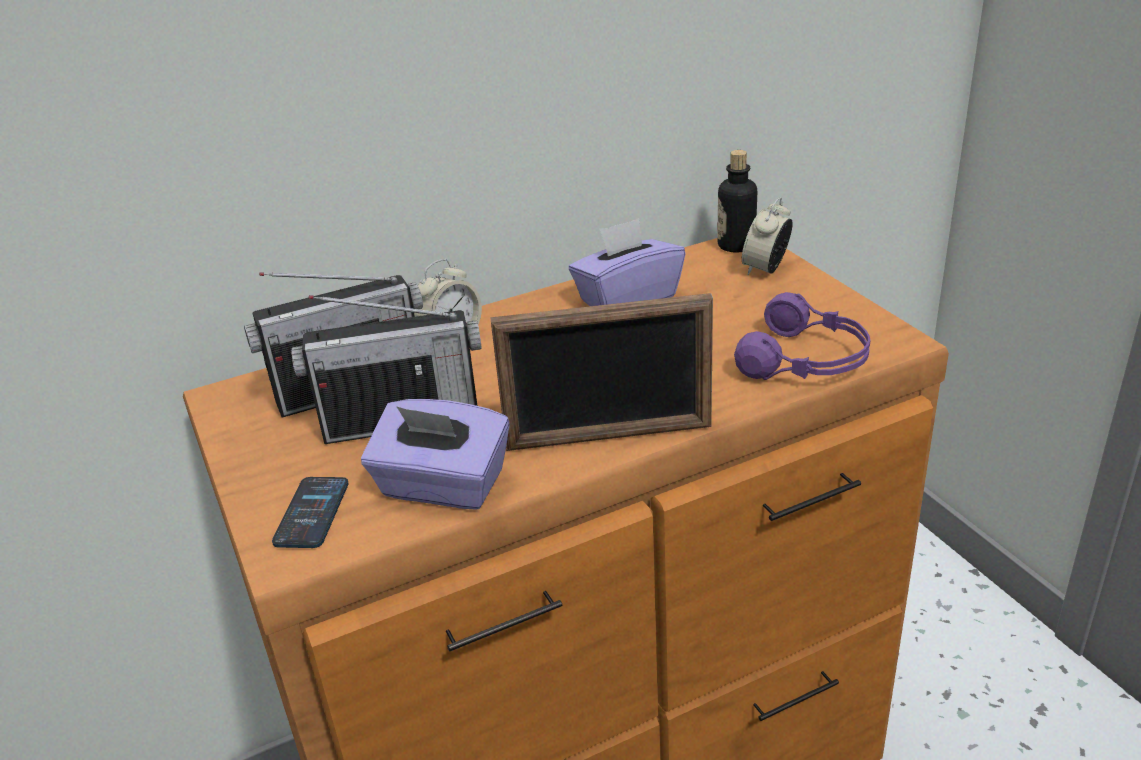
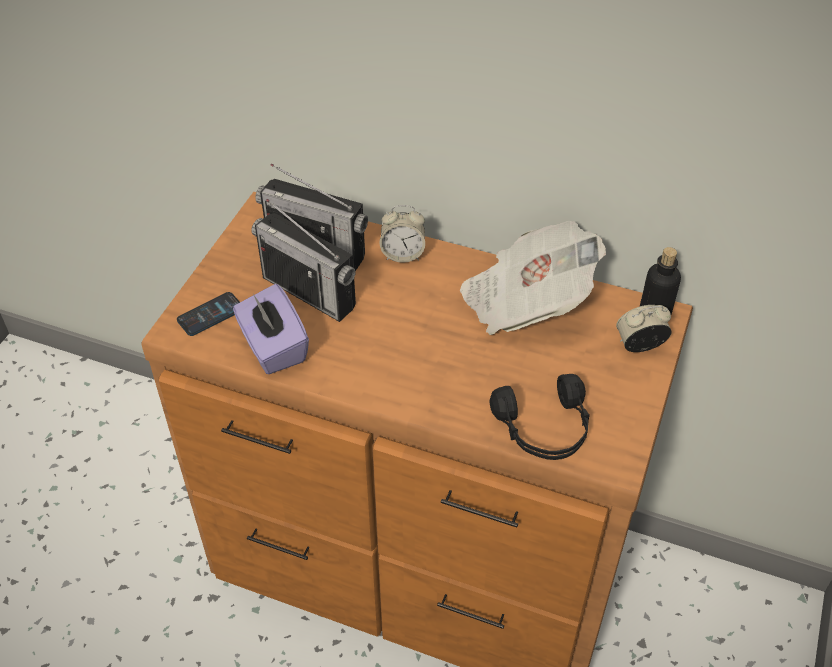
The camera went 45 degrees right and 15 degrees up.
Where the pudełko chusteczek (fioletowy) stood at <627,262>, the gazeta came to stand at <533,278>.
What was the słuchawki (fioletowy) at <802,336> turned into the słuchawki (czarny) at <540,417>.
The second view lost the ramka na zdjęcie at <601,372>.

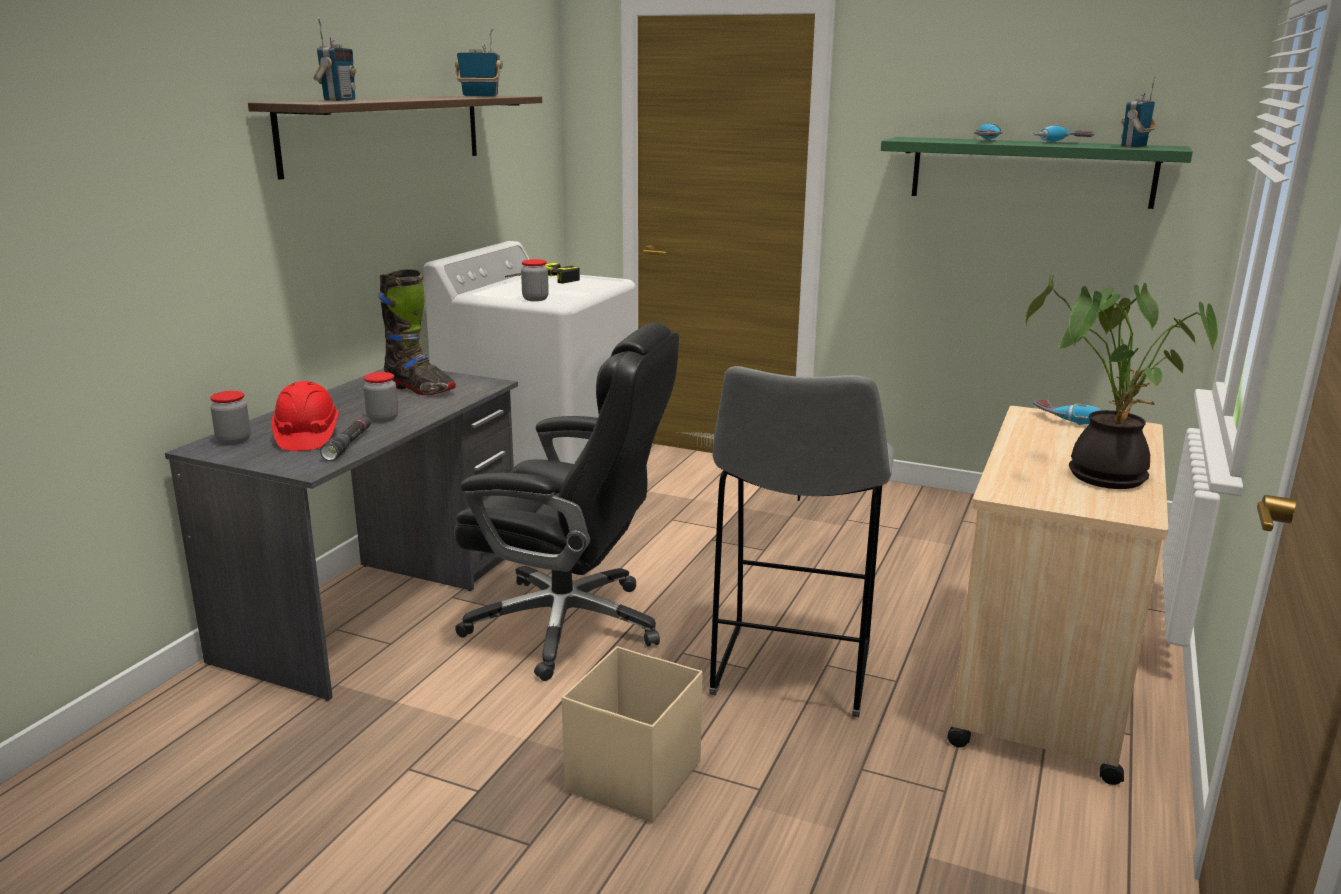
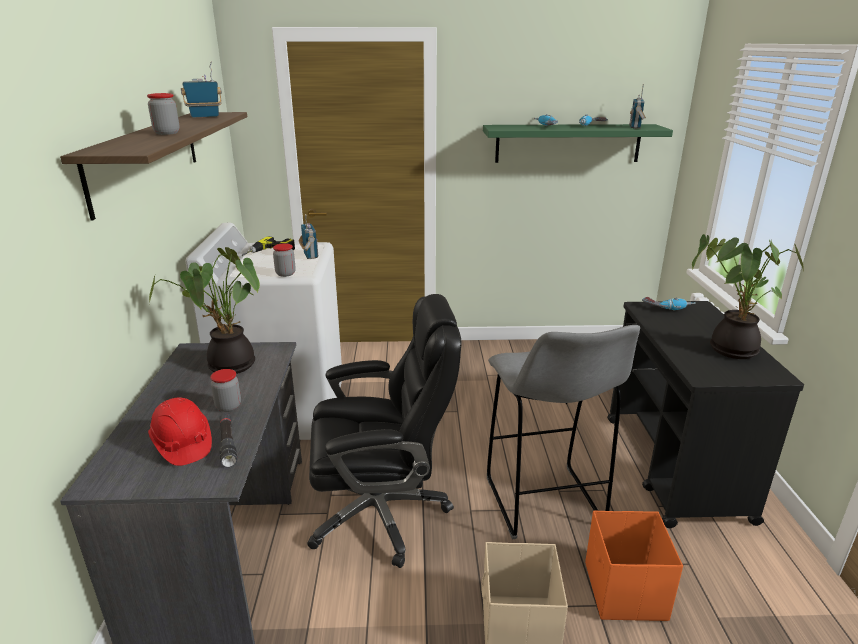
The camera went 25 degrees left and 5 degrees up.
The słoik ended up elsewhere, having gone from <230,418> to <163,114>.
Where the but z cholewką (czarny) stood at <417,332>, the roślina doniczkowa came to stand at <204,310>.
The radio ended up elsewhere, having gone from <335,59> to <308,236>.
The second view gained the pojemnik do przechowywania (pomarańczowy) at <634,566>.
What was the wózek (beżowy) at <1057,595> turned into the wózek (czarny) at <705,414>.

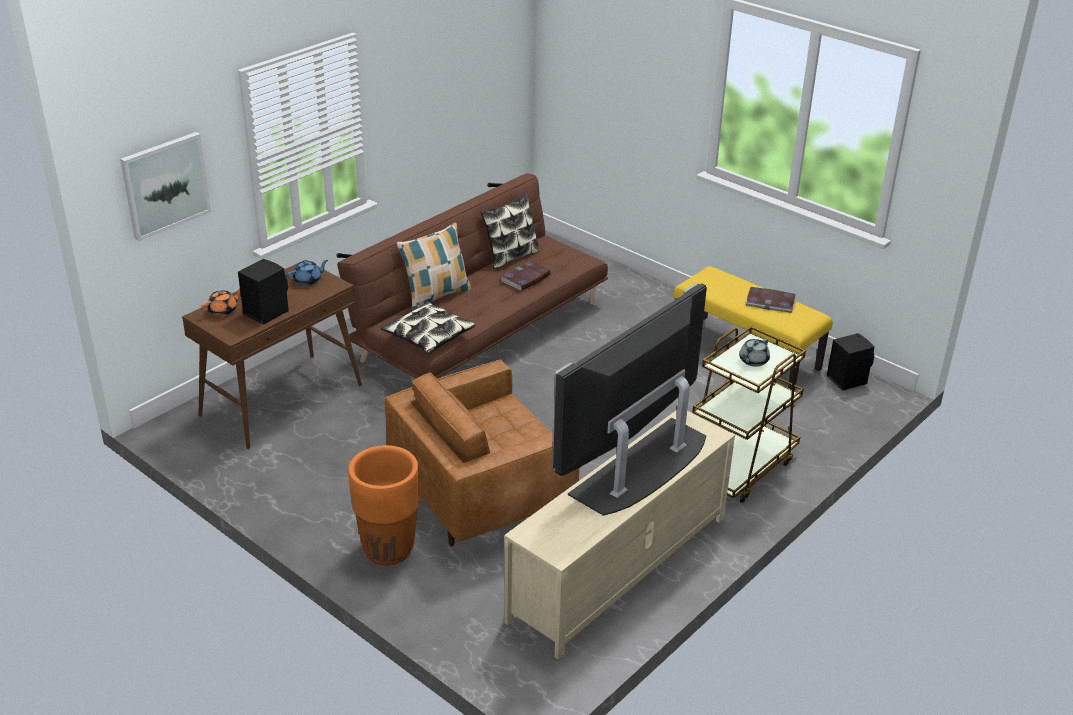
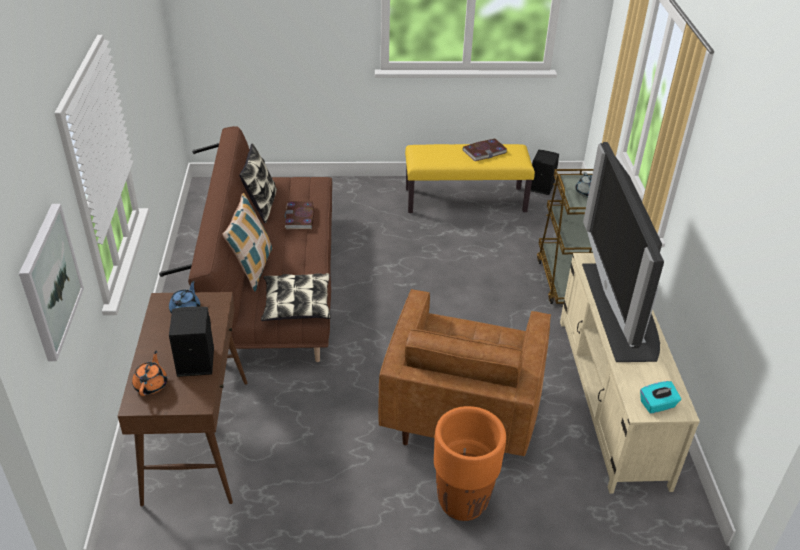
The camera went 45 degrees left and 5 degrees up.
The second view gained the pudełko chusteczek (turkusowy) at <660,397>.

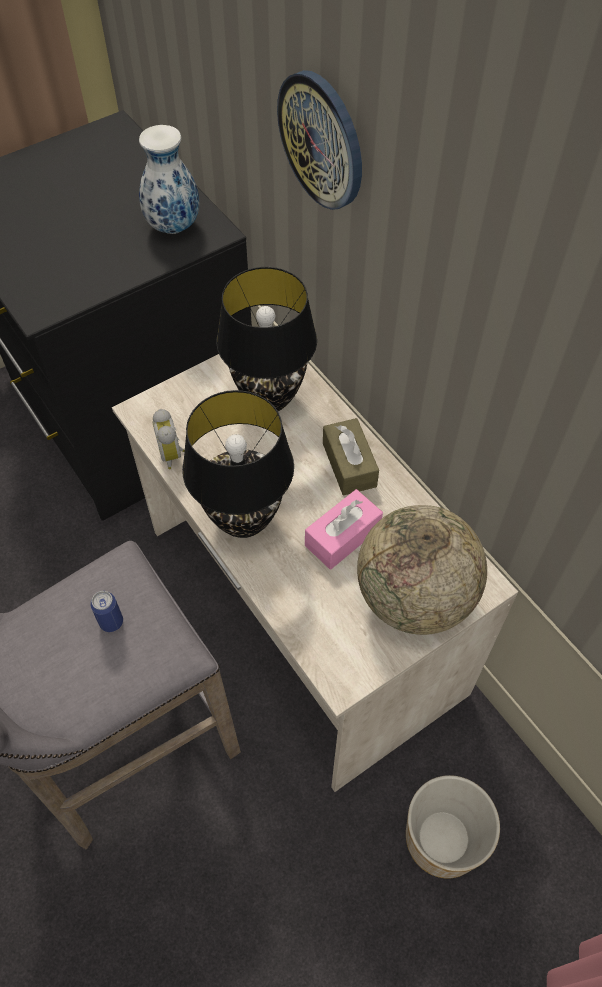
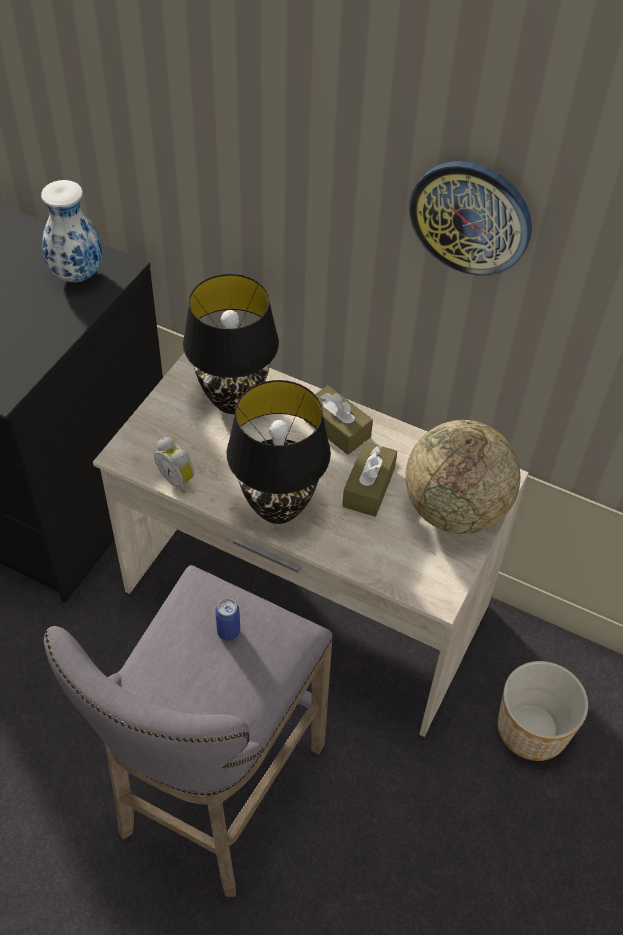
The camera went 30 degrees left and 5 degrees down.
What was the pudełko chusteczek (różowy) at <344,529> turned into the pudełko chusteczek (brązowy) at <369,479>.
The zegar ścienny ended up elsewhere, having gone from <319,140> to <470,218>.

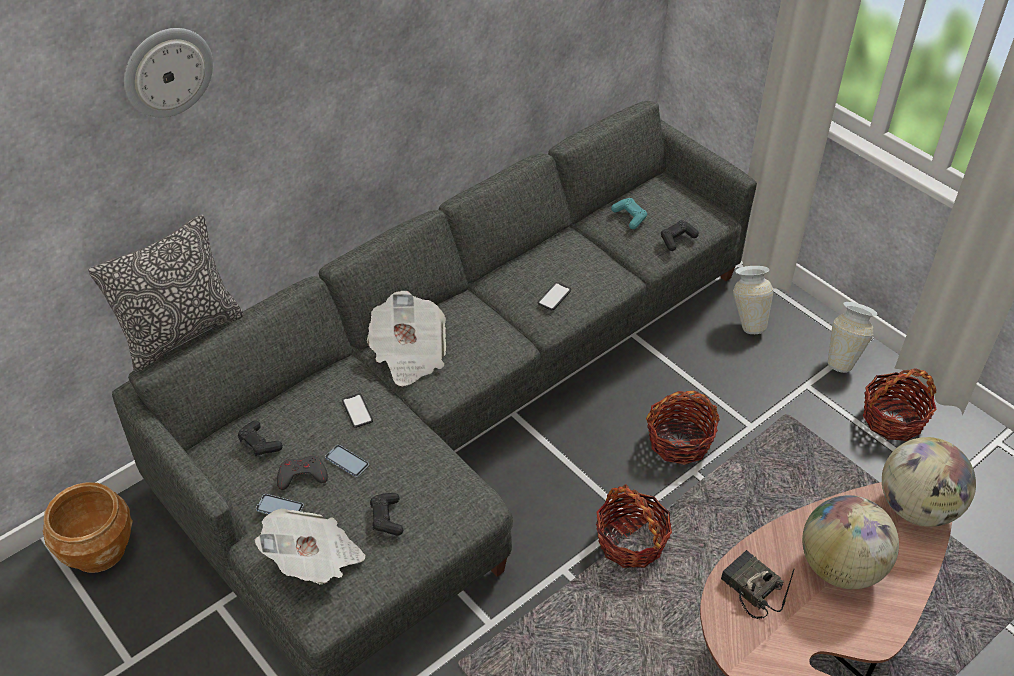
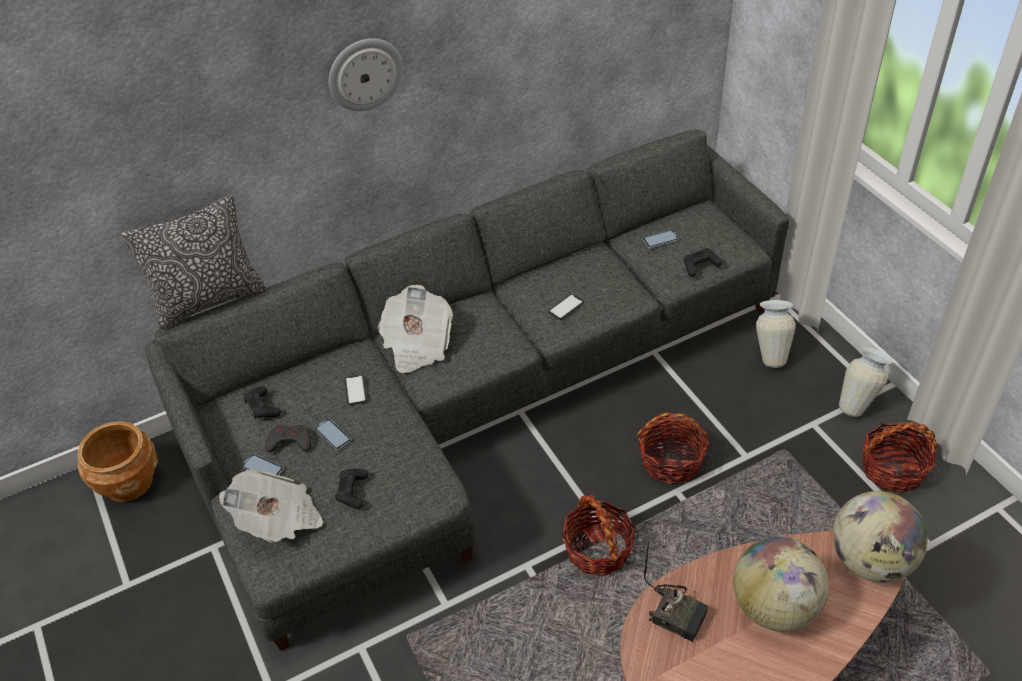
The camera went 15 degrees right and 0 degrees up.
The zegar ścienny ended up elsewhere, having gone from <168,73> to <366,74>.
Where the pad do gier (turkusowy) stood at <629,213>, the telefon came to stand at <661,239>.
The radio at <757,584> ended up facing another way, 150 degrees clockwise from before.

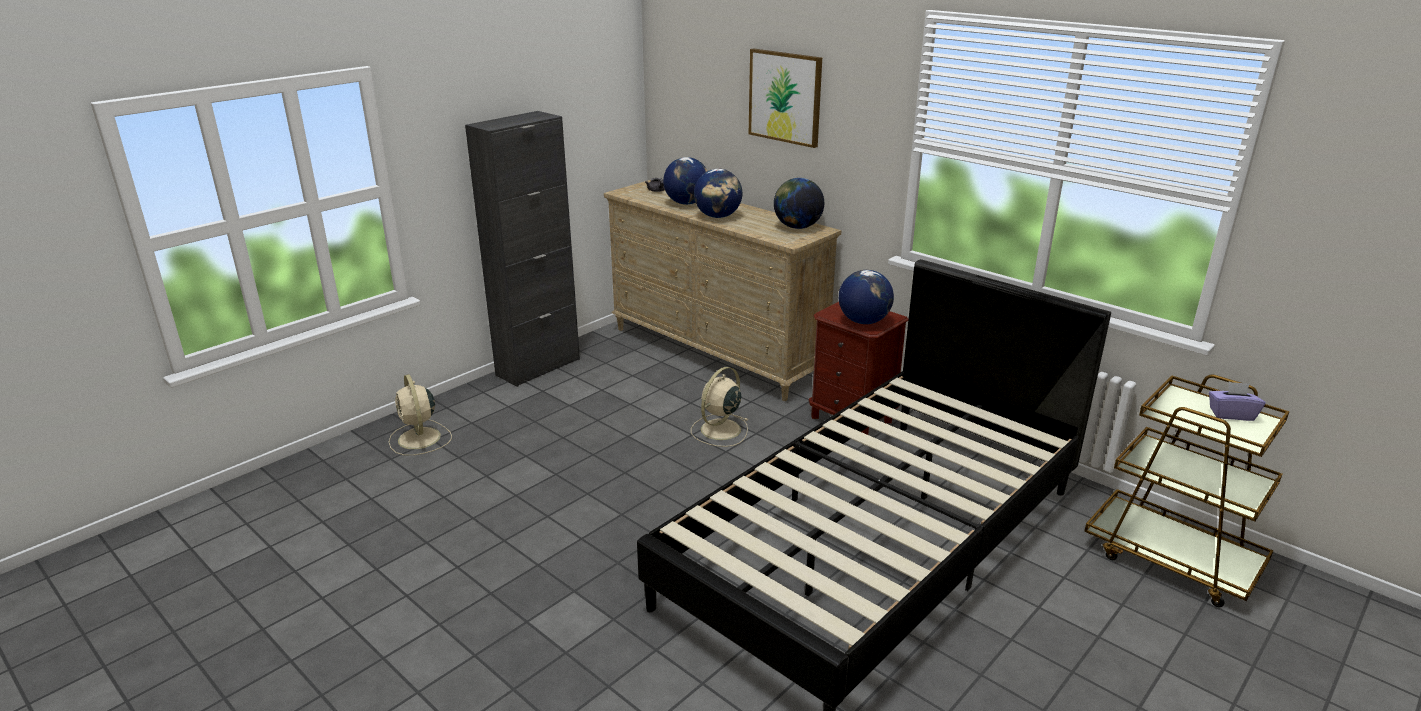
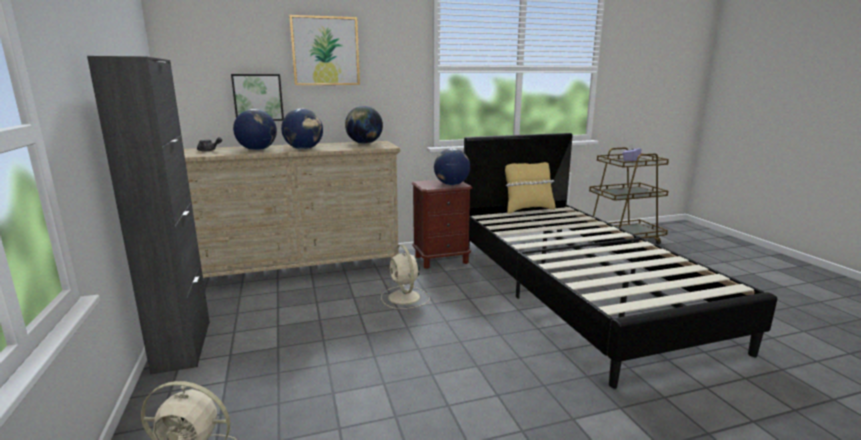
The camera went 60 degrees left and 10 degrees down.
The second view gained the obraz at <257,97>.
The second view gained the poduszka (żółty) at <530,188>.

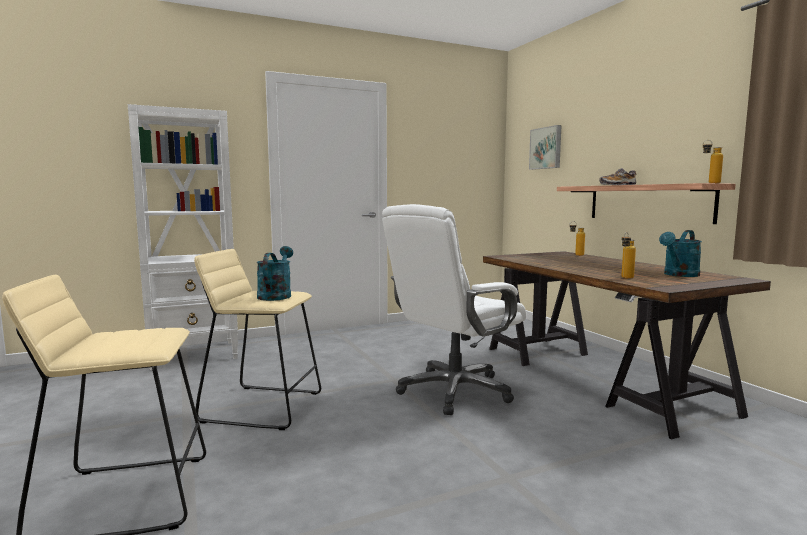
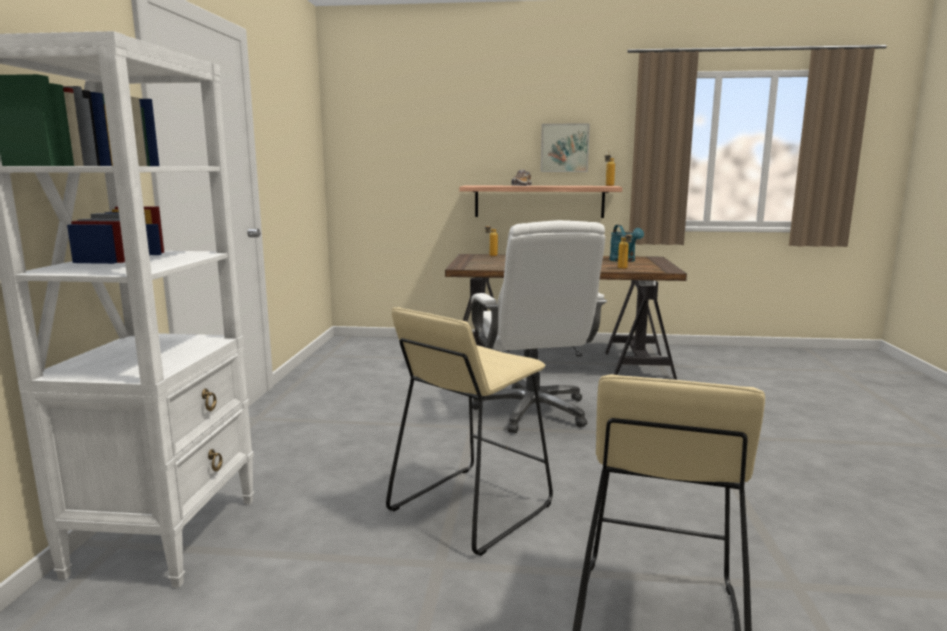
The camera went 60 degrees left and 5 degrees up.
The obraz ended up elsewhere, having gone from <545,147> to <565,147>.
The second view lost the konewka (turkusowy) at <275,273>.

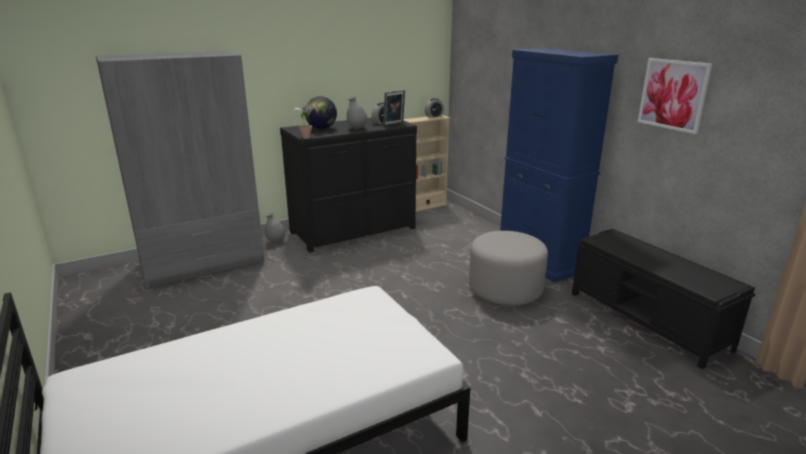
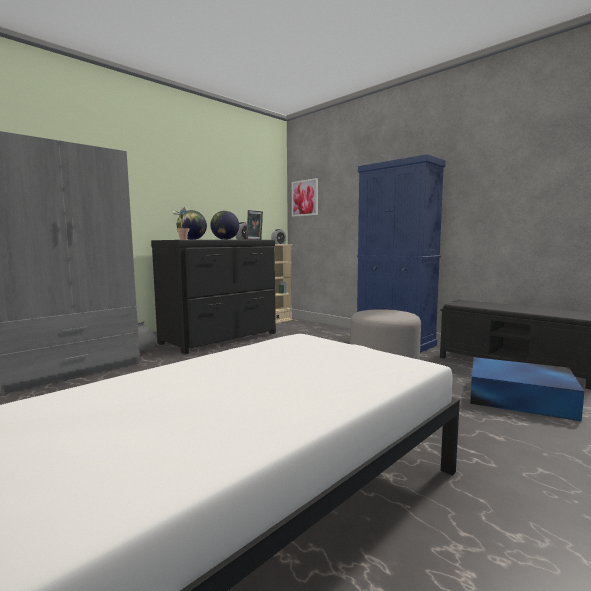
The camera went 15 degrees left and 15 degrees down.
Where the wazon (szary) stood at <357,112>, the globus came to stand at <224,225>.
The obraz ended up elsewhere, having gone from <675,96> to <305,197>.
The second view gained the pojemnik do przechowywania (niebieski) at <527,389>.

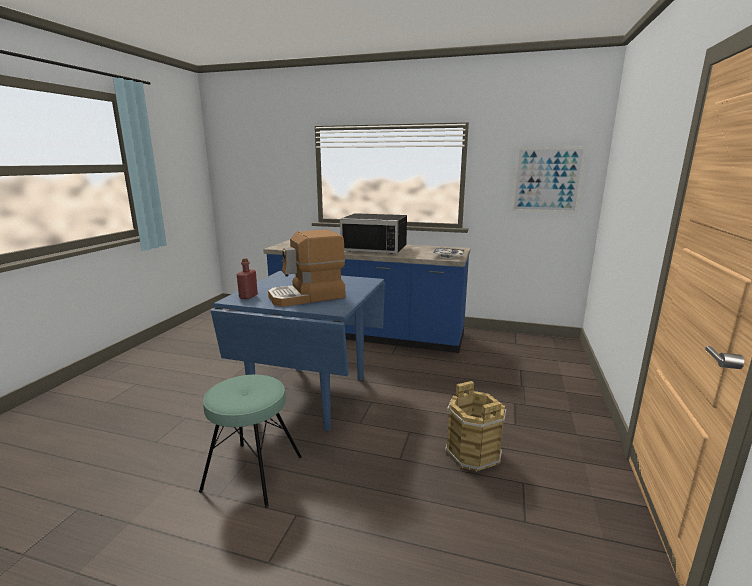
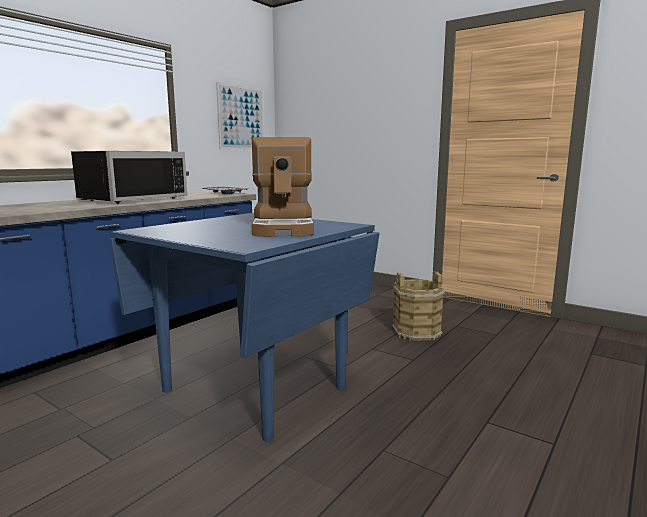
The camera went 70 degrees left and 5 degrees down.
The second view lost the stołek (turkusowy) at <250,441>.
The second view lost the butelka (czerwony) at <247,278>.

